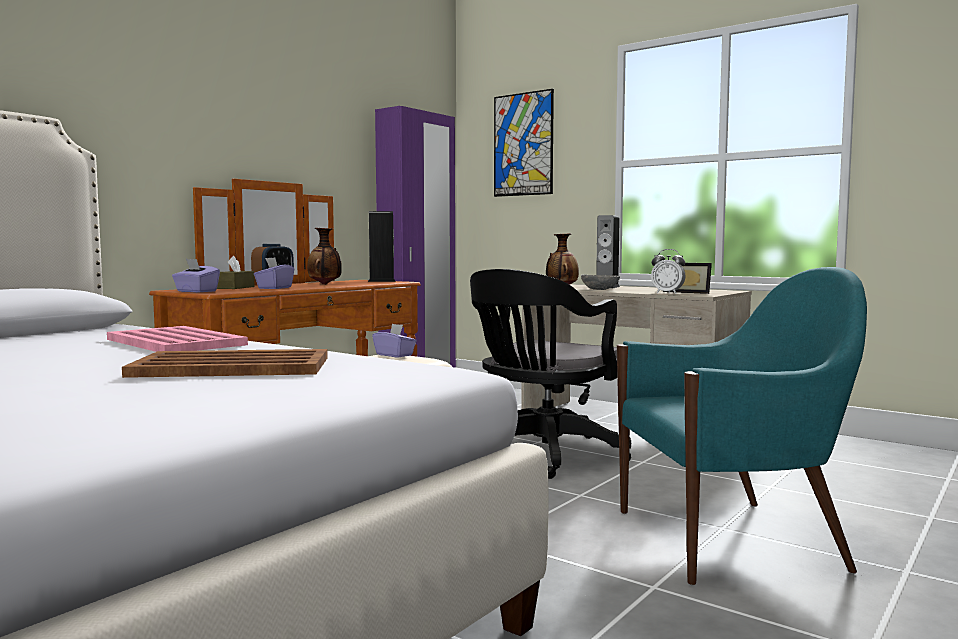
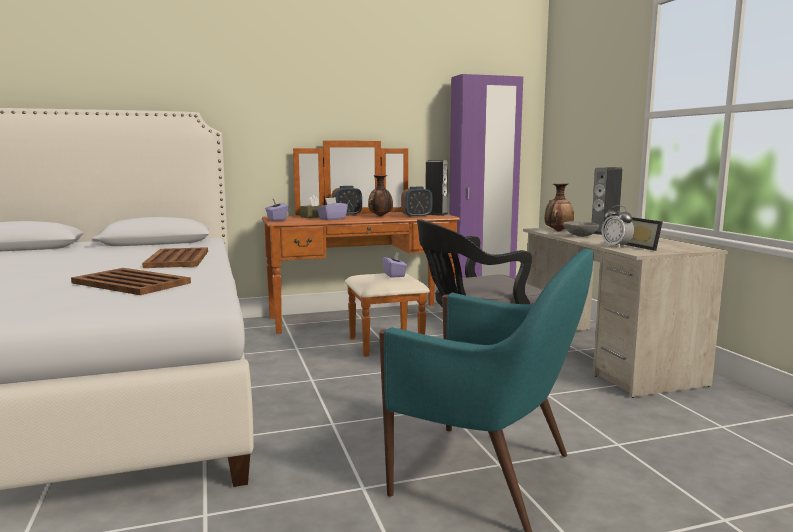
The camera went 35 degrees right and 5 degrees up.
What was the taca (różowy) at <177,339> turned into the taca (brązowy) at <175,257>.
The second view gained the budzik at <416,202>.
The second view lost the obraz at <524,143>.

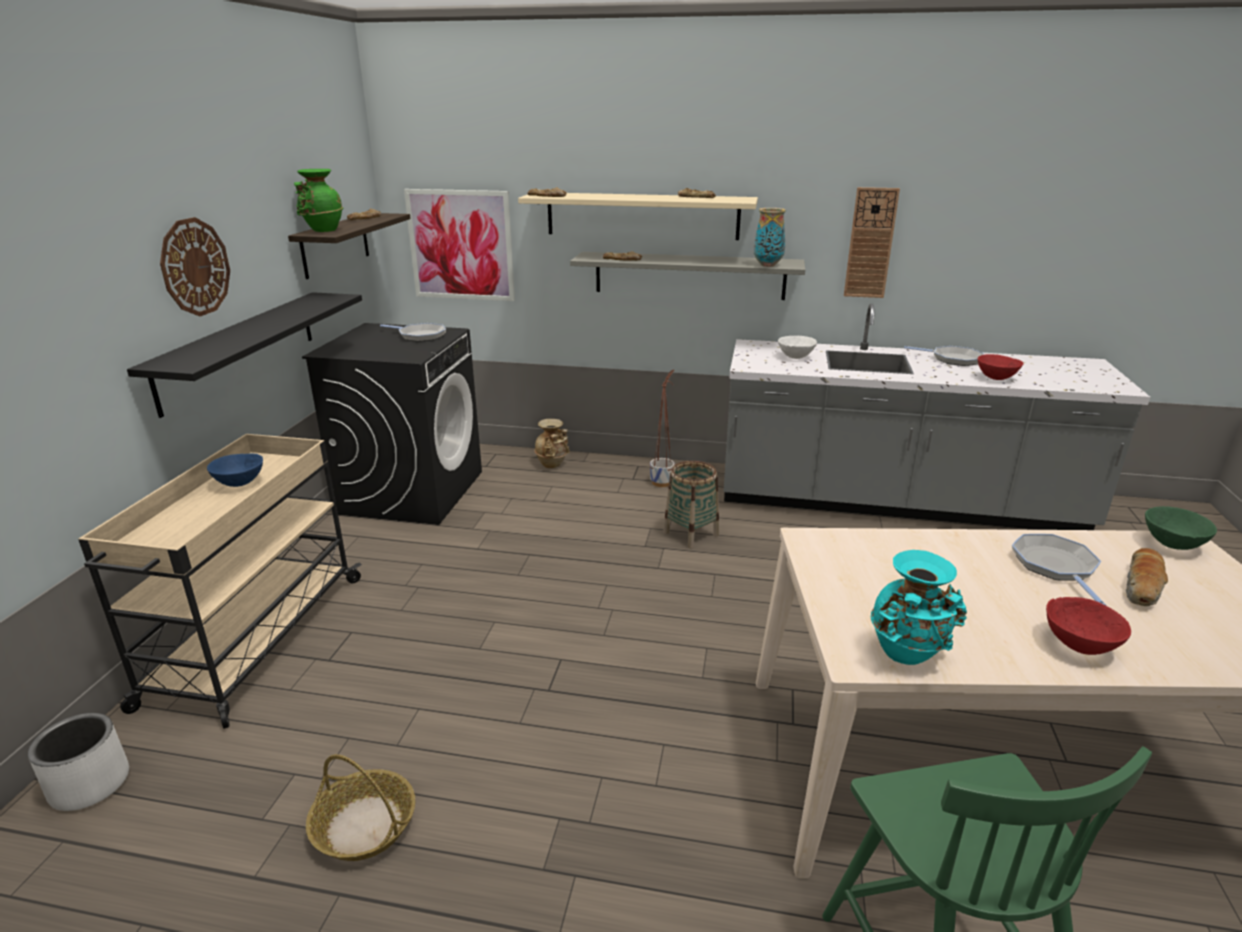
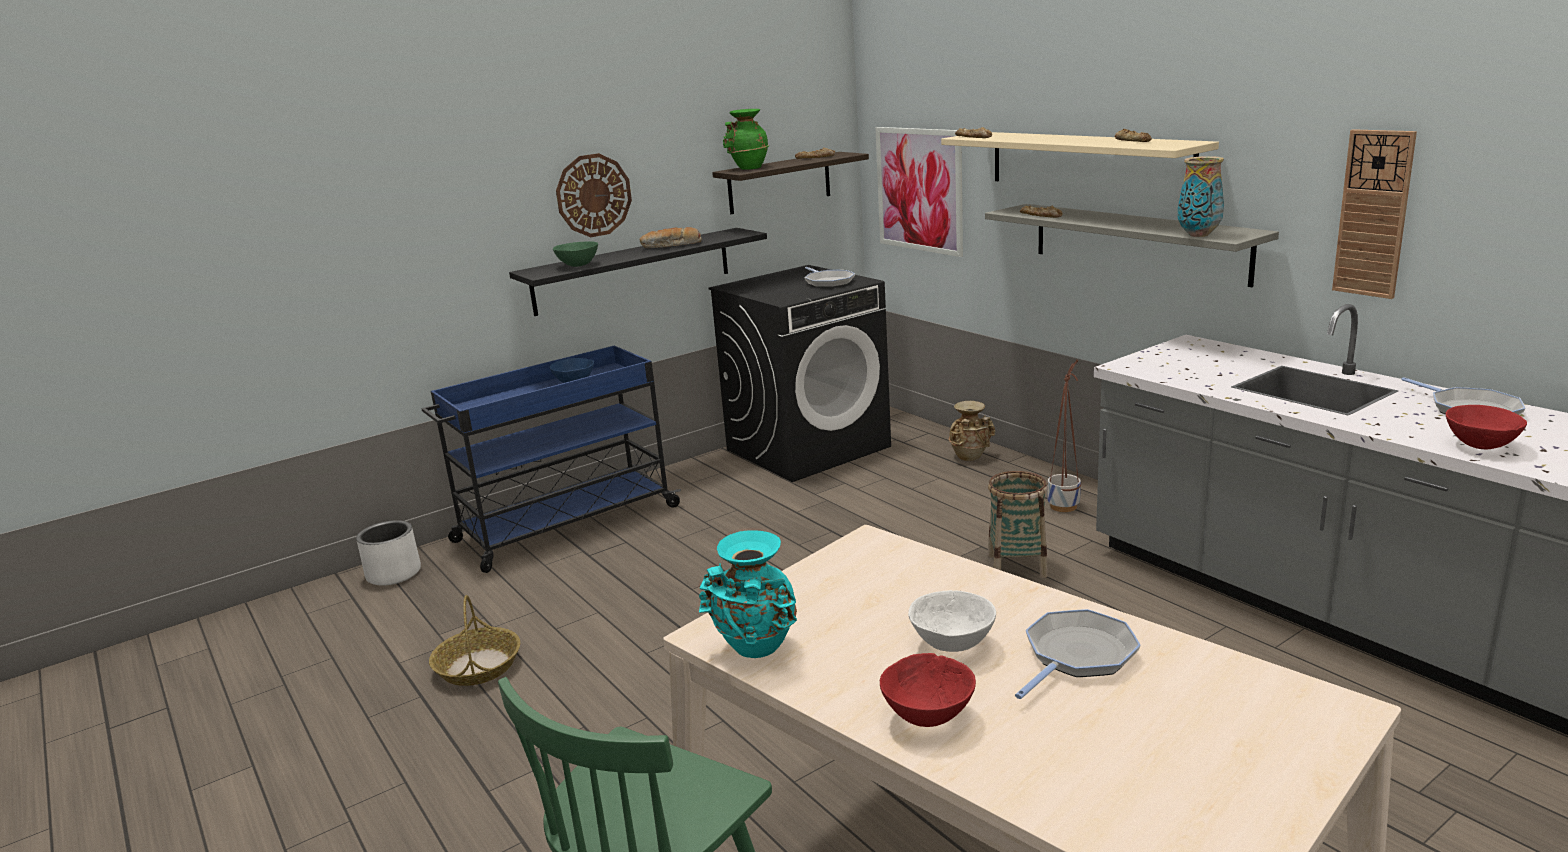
The camera went 45 degrees right and 5 degrees down.
What was the wózek (beżowy) at <220,581> turned into the wózek (niebieski) at <551,459>.
The miska (zielony) ended up elsewhere, having gone from <1181,528> to <575,254>.
The chleb ended up elsewhere, having gone from <1147,577> to <670,237>.
The miska (biały) ended up elsewhere, having gone from <797,347> to <952,621>.

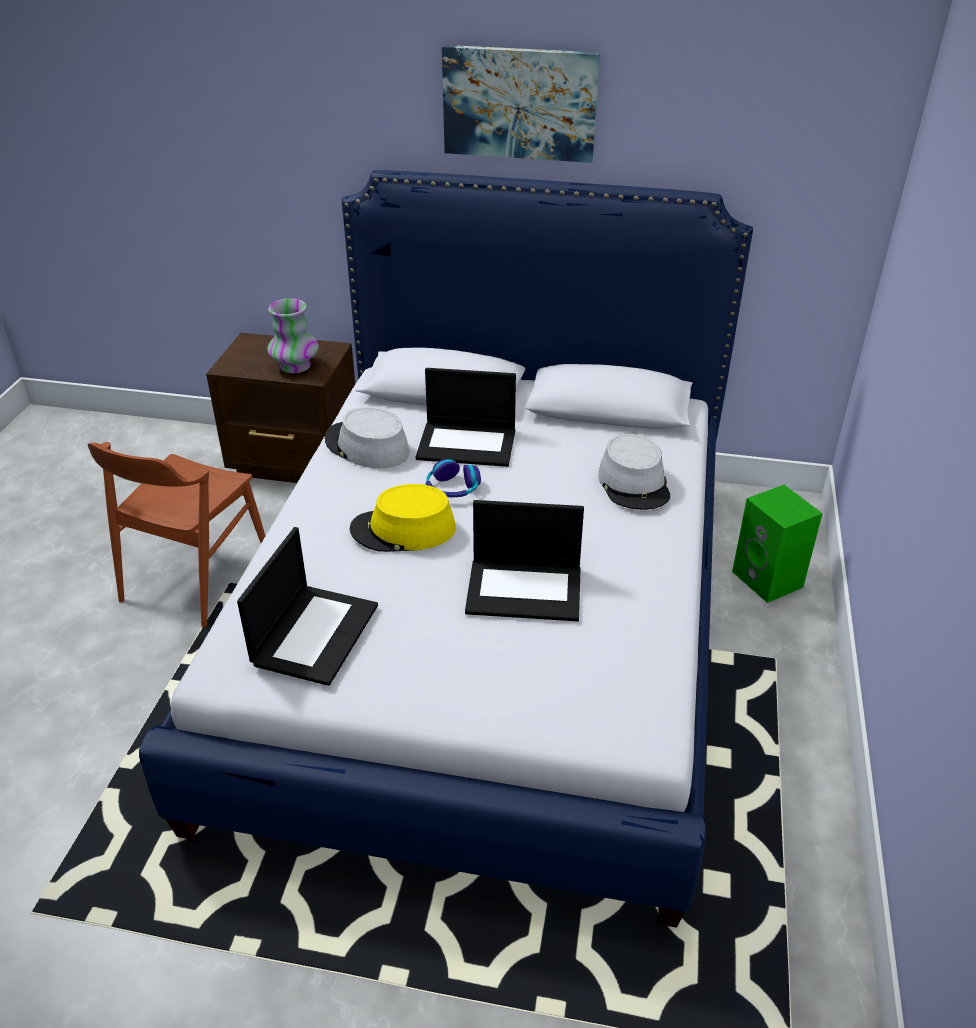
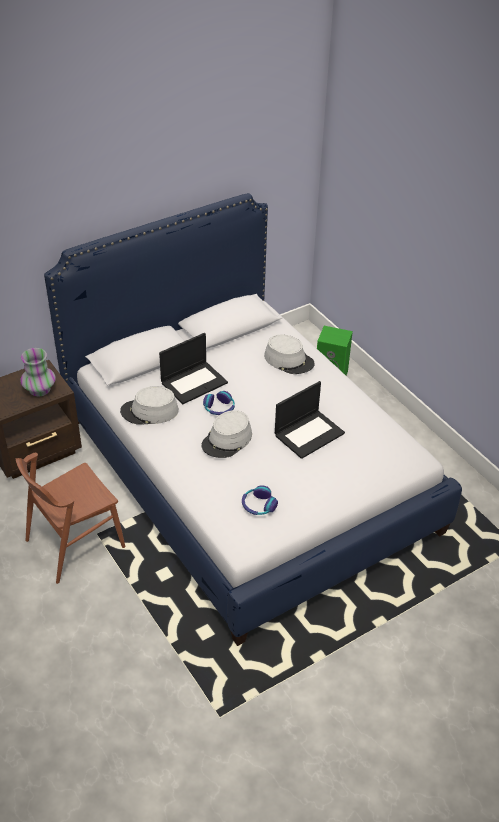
The camera went 45 degrees left and 5 degrees up.
The krzesło (brązowy) at <176,535> ended up facing another way, 75 degrees clockwise from before.
What was the kapelusz (żółty) at <403,518> turned into the kapelusz (szary) at <226,434>.
Where the laptop stood at <307,606>, the słuchawki came to stand at <260,500>.
The second view lost the obraz at <521,104>.

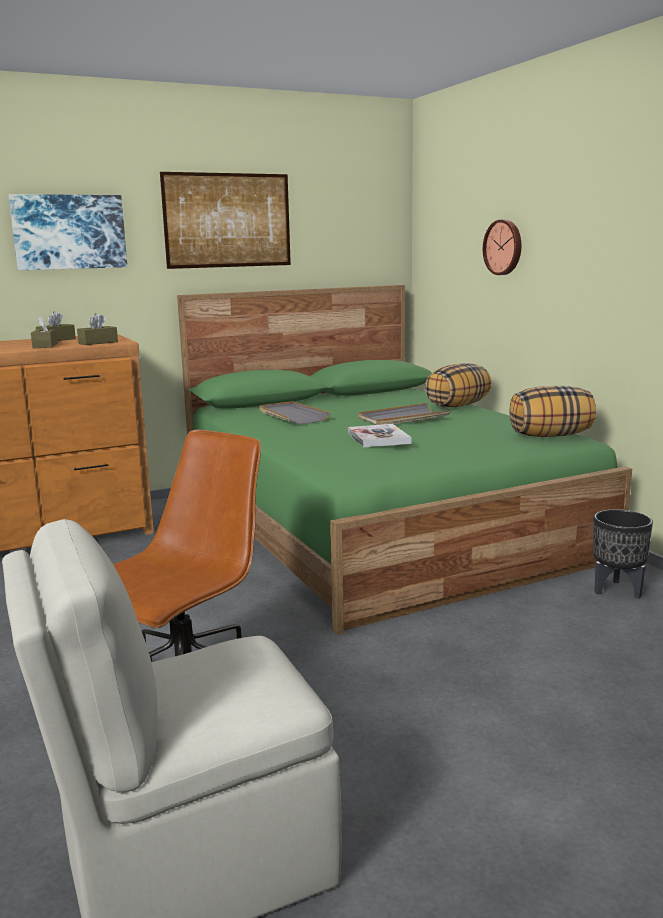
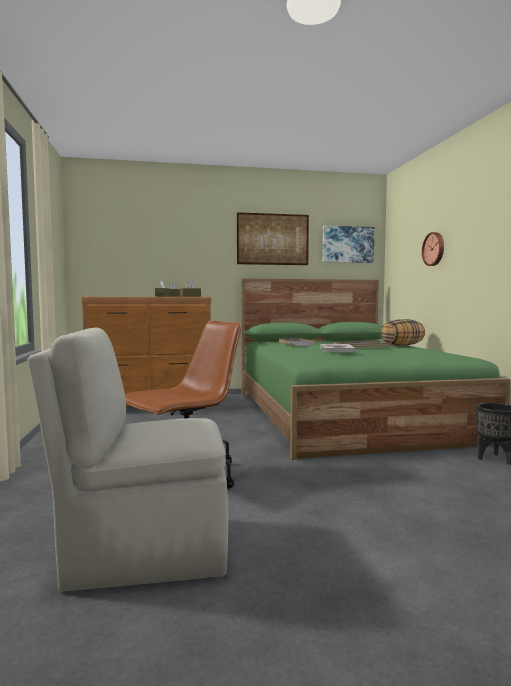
The camera went 15 degrees right and 10 degrees down.
The obraz ended up elsewhere, having gone from <67,232> to <349,244>.
The second view lost the poduszka at <552,411>.

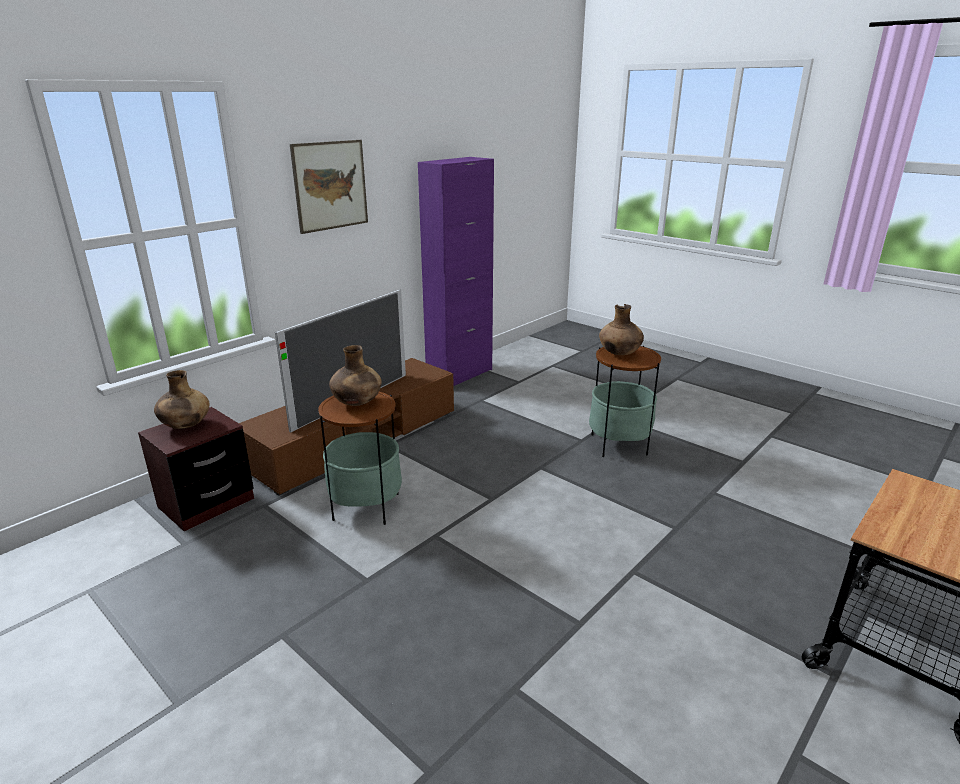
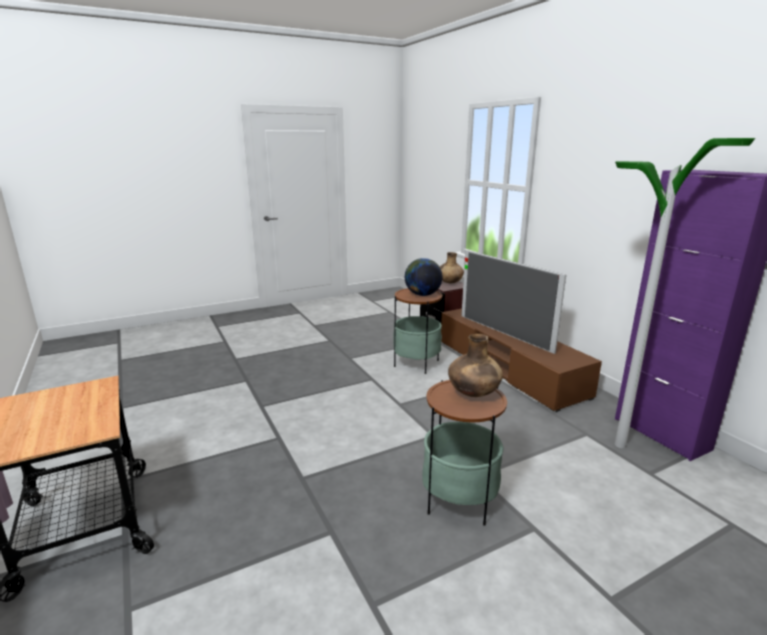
The camera went 110 degrees right and 5 degrees down.
Where the wazon (brązowy) stood at <355,375>, the globus came to stand at <423,277>.
The second view gained the lampa stojąca at <685,293>.
The second view lost the obraz at <329,187>.

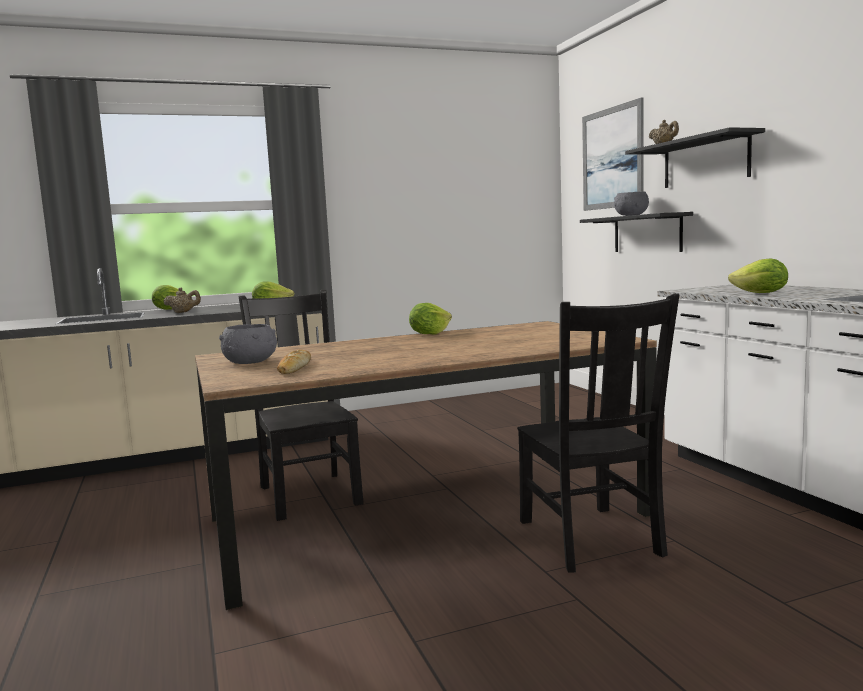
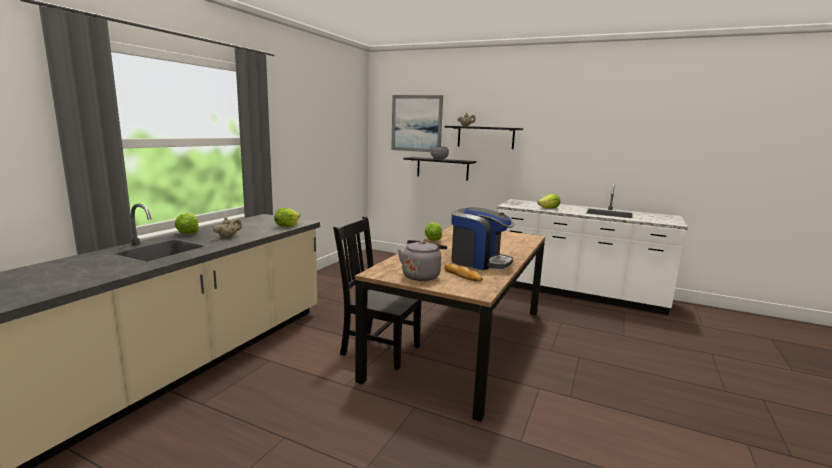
The camera went 45 degrees left and 5 degrees up.
Where the miska (szary) stood at <248,344>, the czajnik (szary) came to stand at <422,260>.
The second view gained the ekspres do kawy at <482,238>.
The second view lost the krzesło (czarny) at <598,433>.

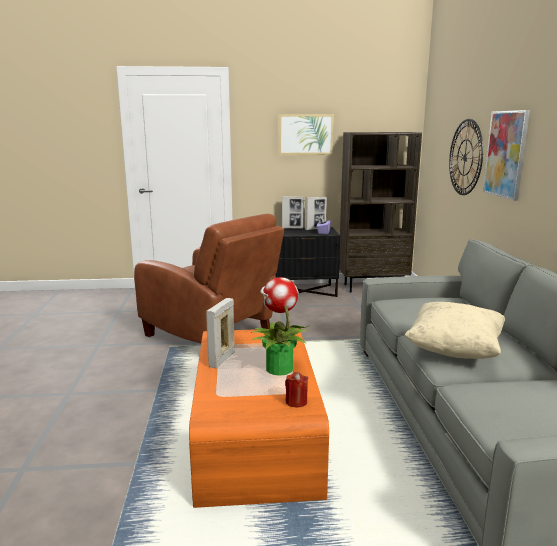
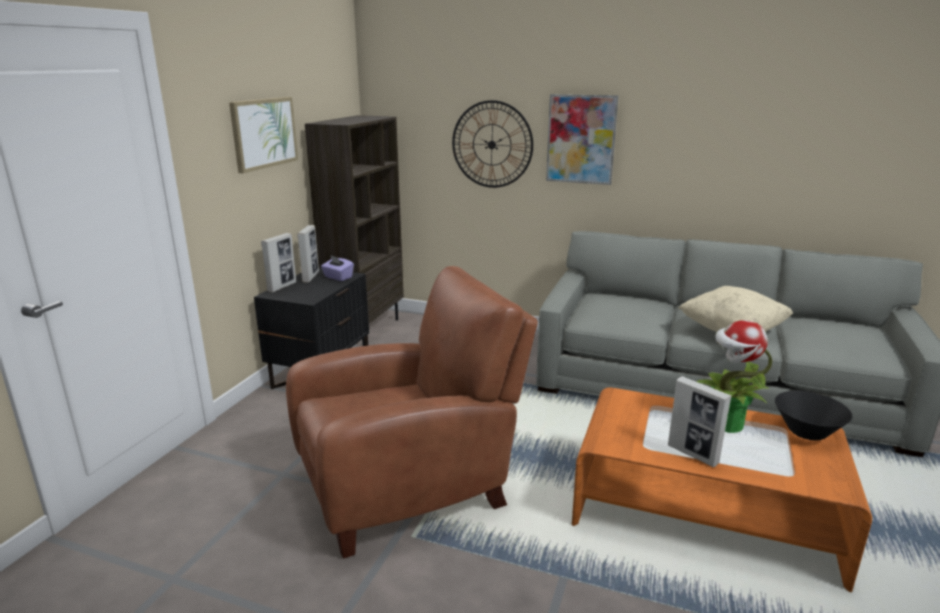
The camera went 65 degrees left and 5 degrees up.
Where the świeca (czerwony) stood at <296,389>, the miska (czarny) came to stand at <813,415>.

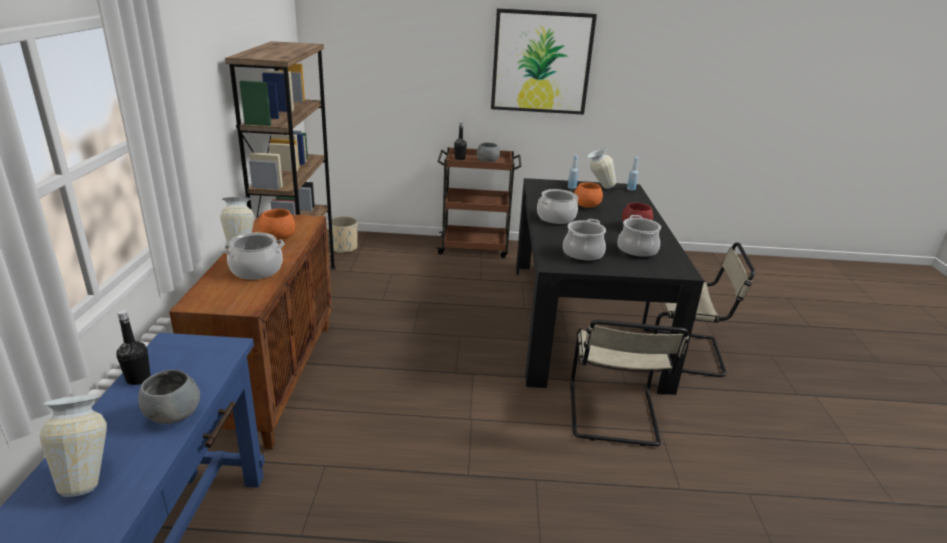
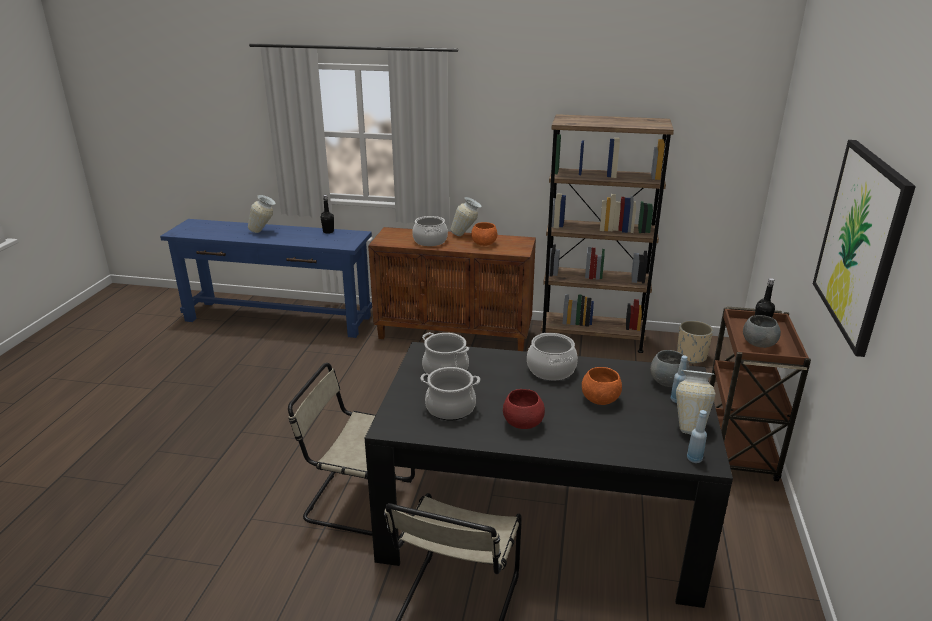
The camera went 100 degrees right and 0 degrees up.
The miska (szary) ended up elsewhere, having gone from <169,397> to <670,368>.

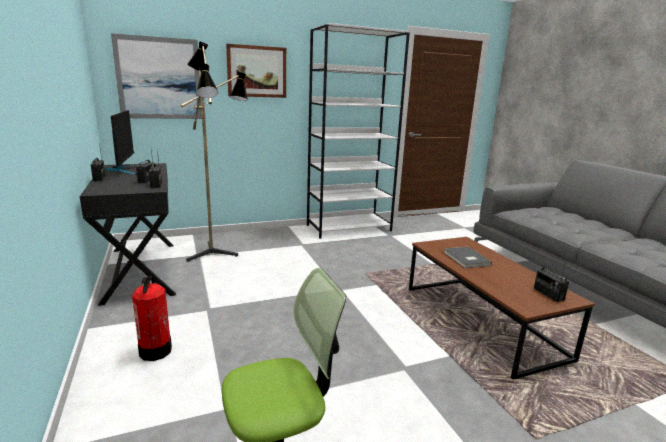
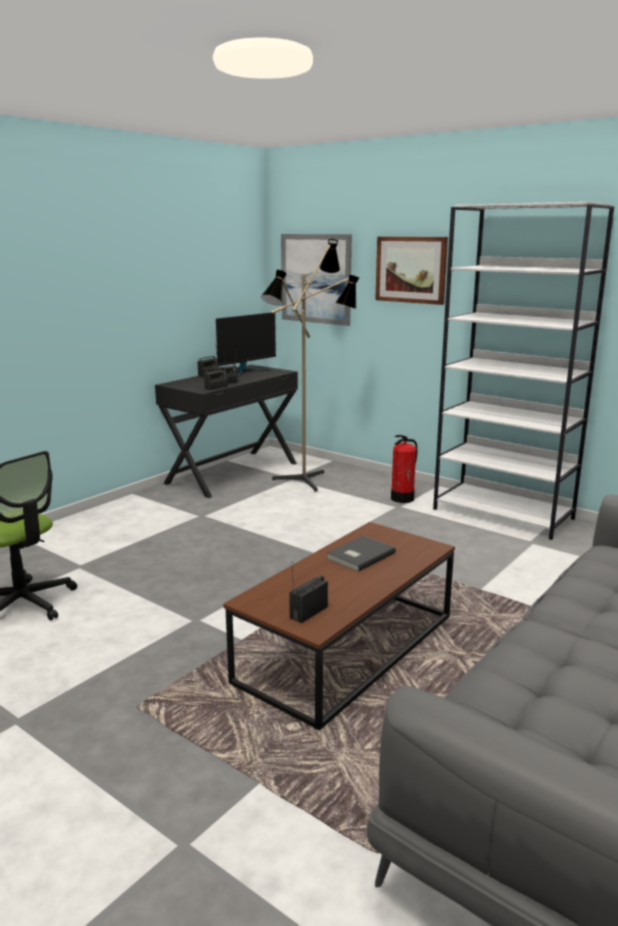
The camera went 60 degrees right and 0 degrees up.
The gaśnica ended up elsewhere, having gone from <152,318> to <404,469>.

